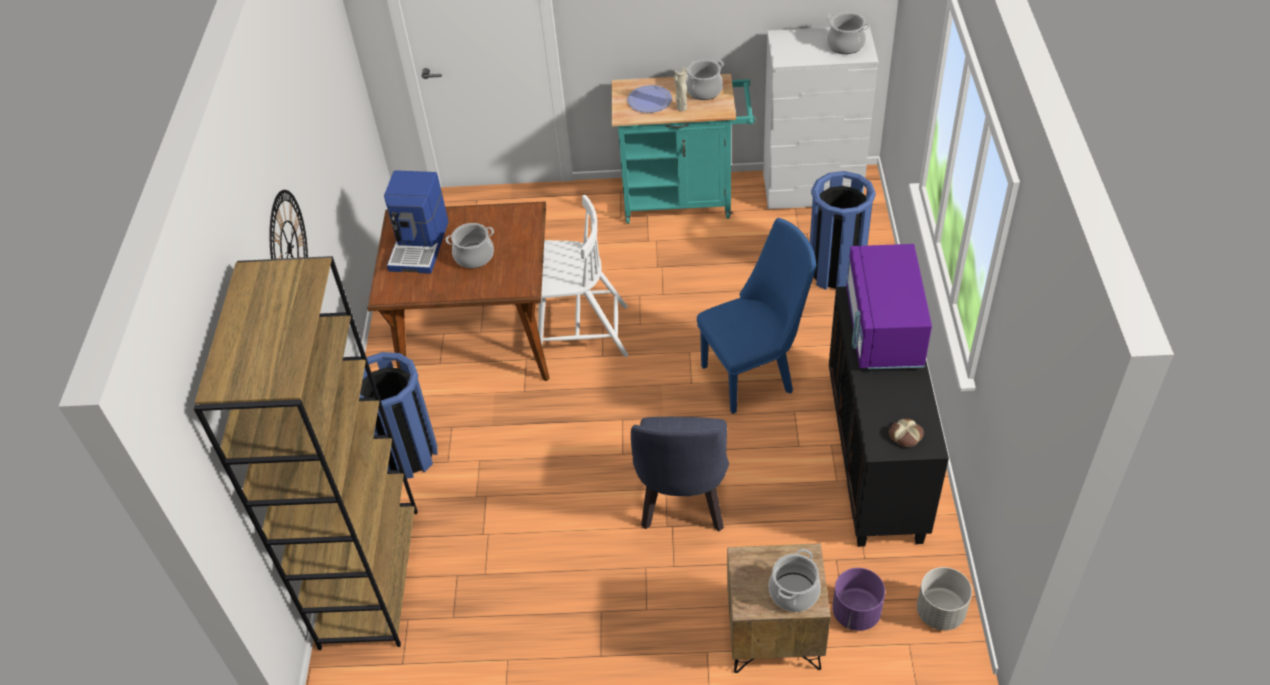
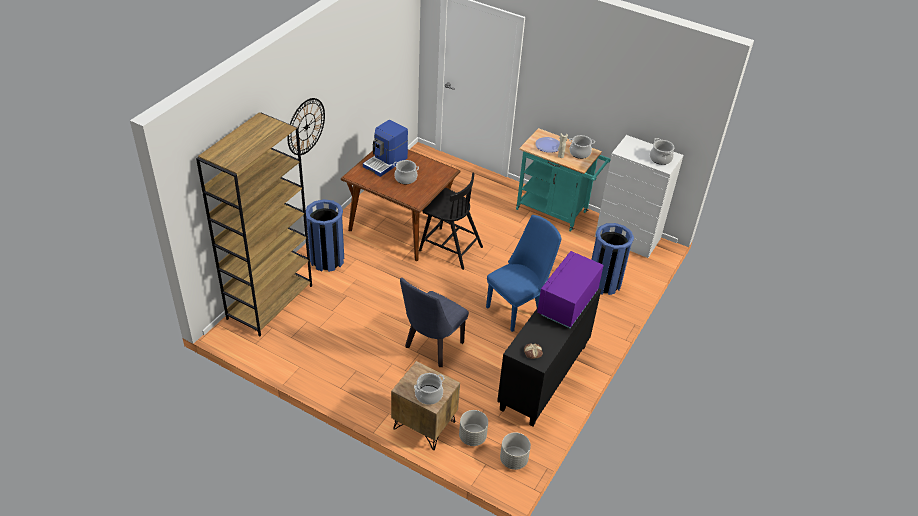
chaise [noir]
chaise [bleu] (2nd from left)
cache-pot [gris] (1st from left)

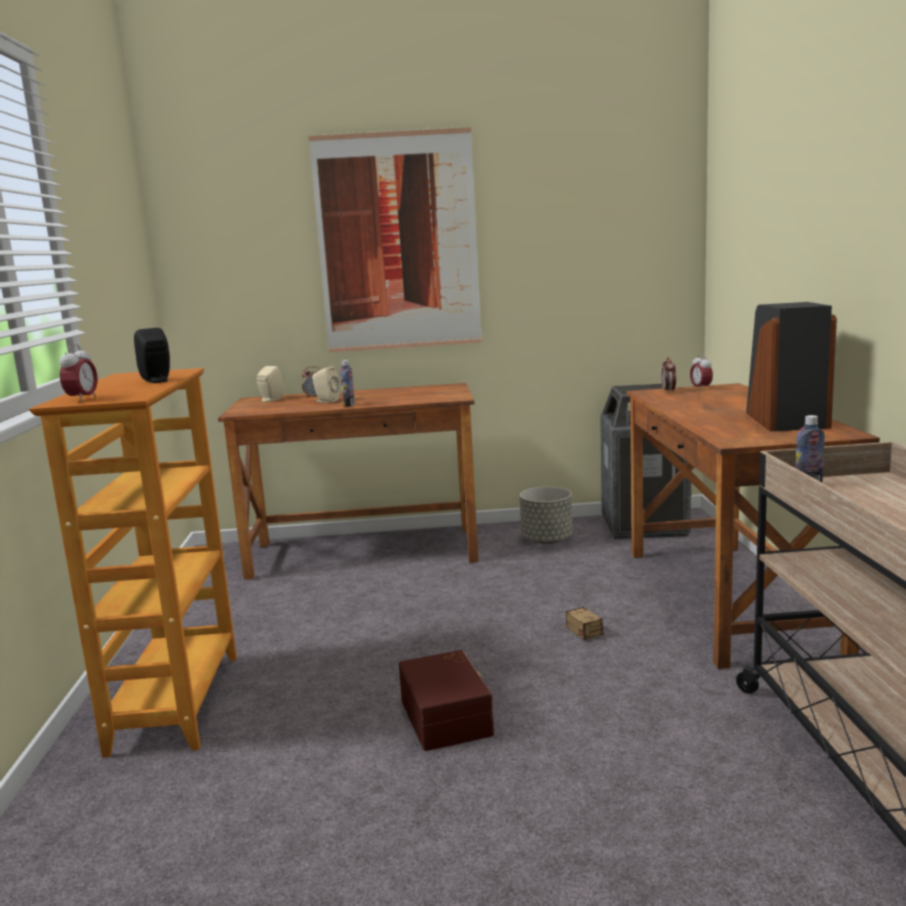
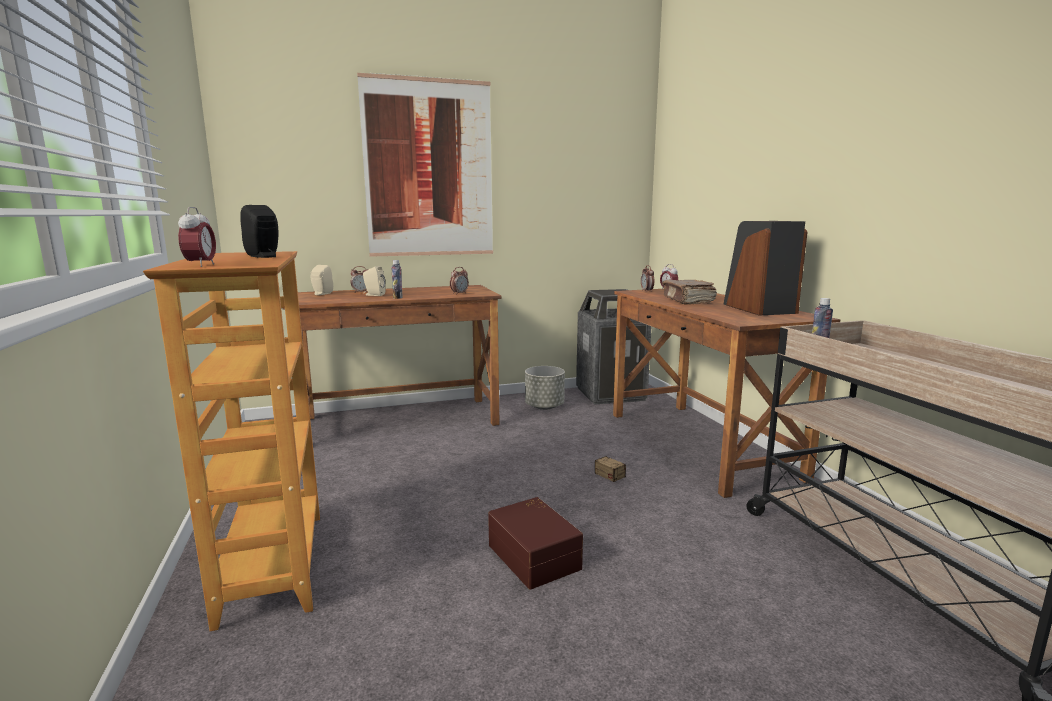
réveil (3rd from left)
livre [marron]

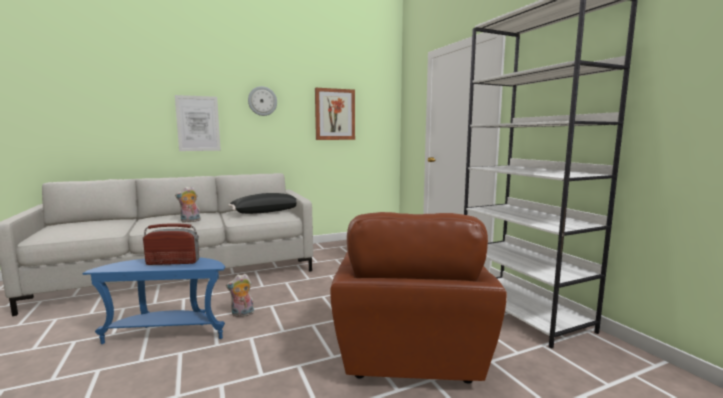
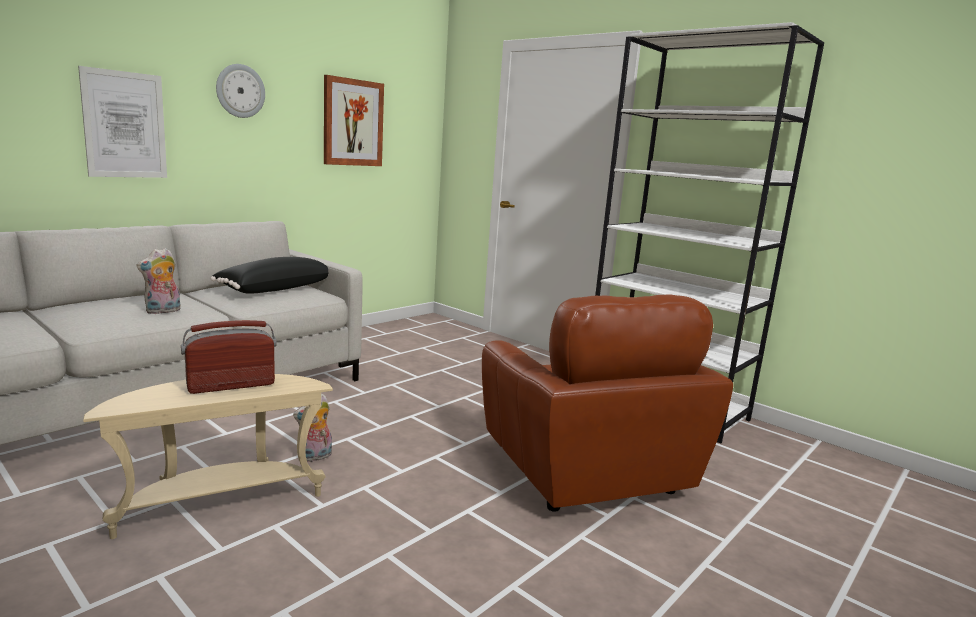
table d'appoint [beige]

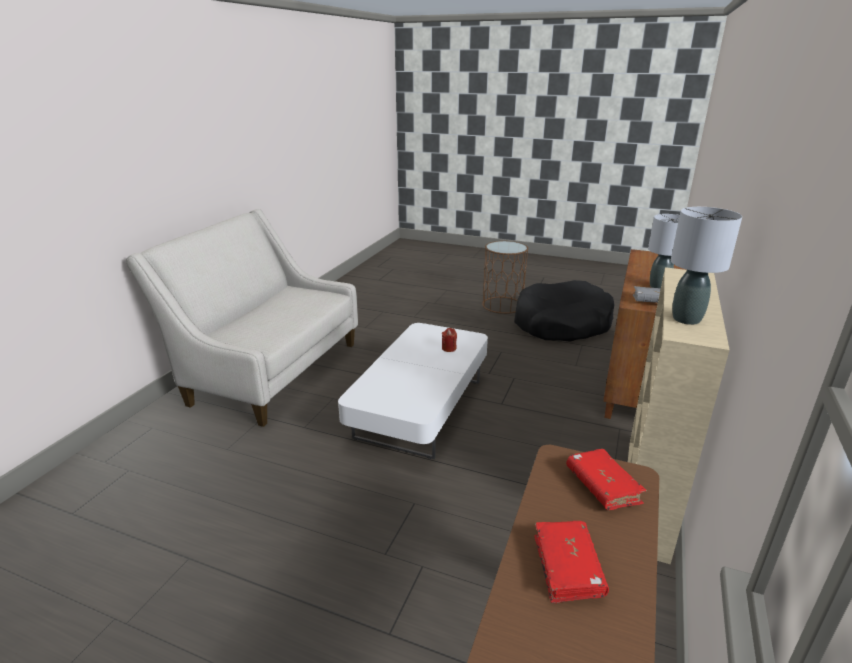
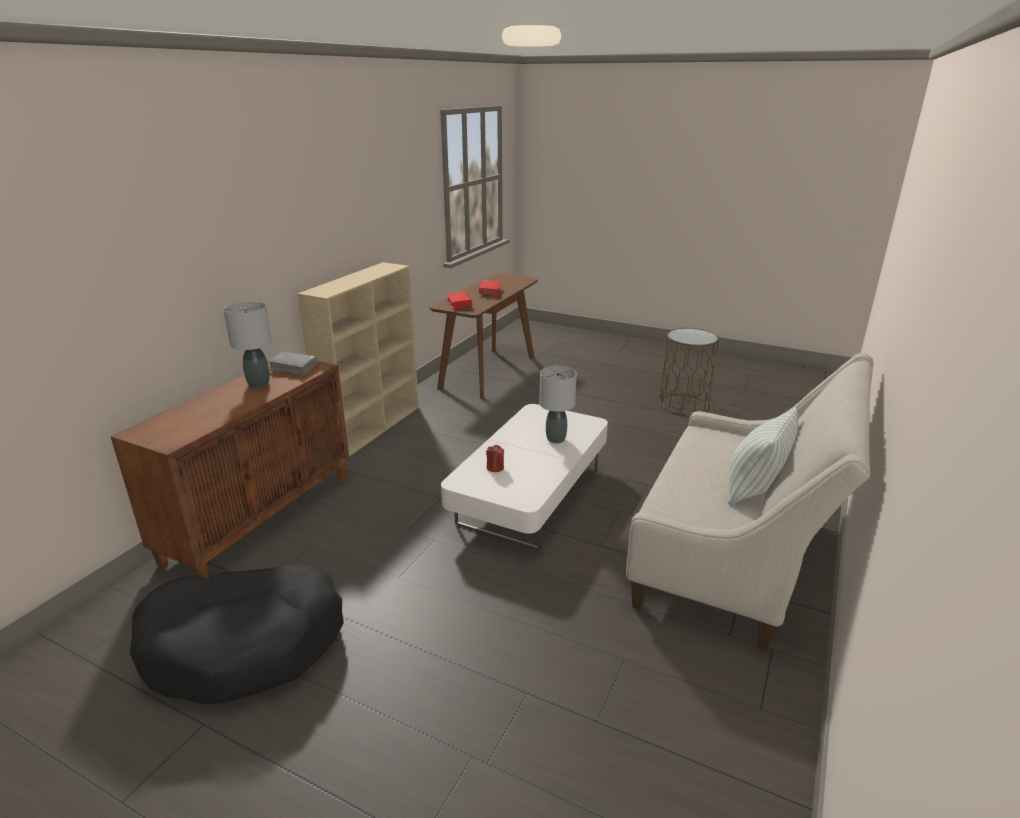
table d'appoint [marron]
lampe de table [gris] (2nd from left)
coussin

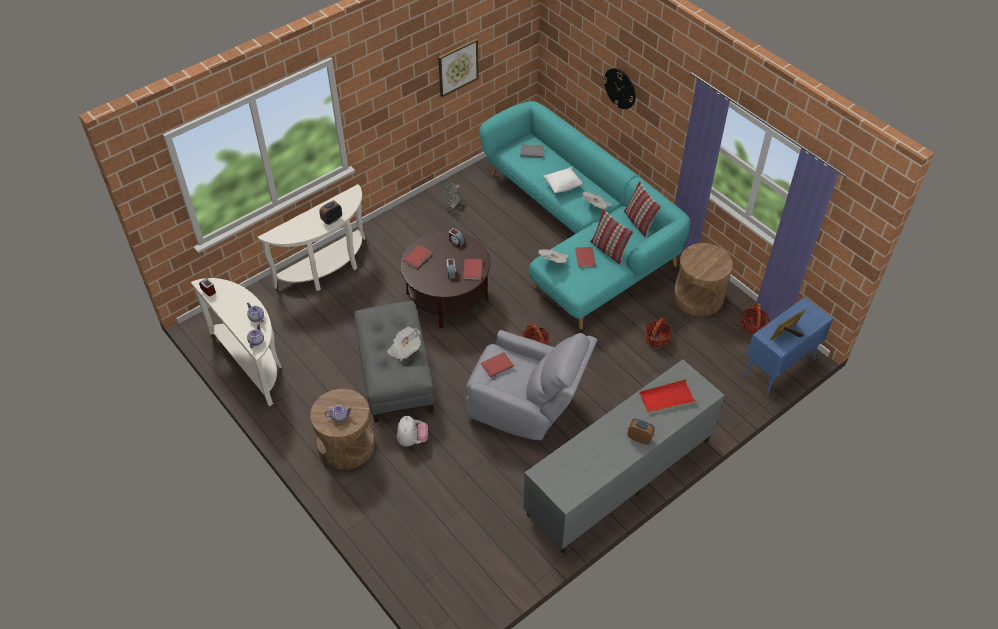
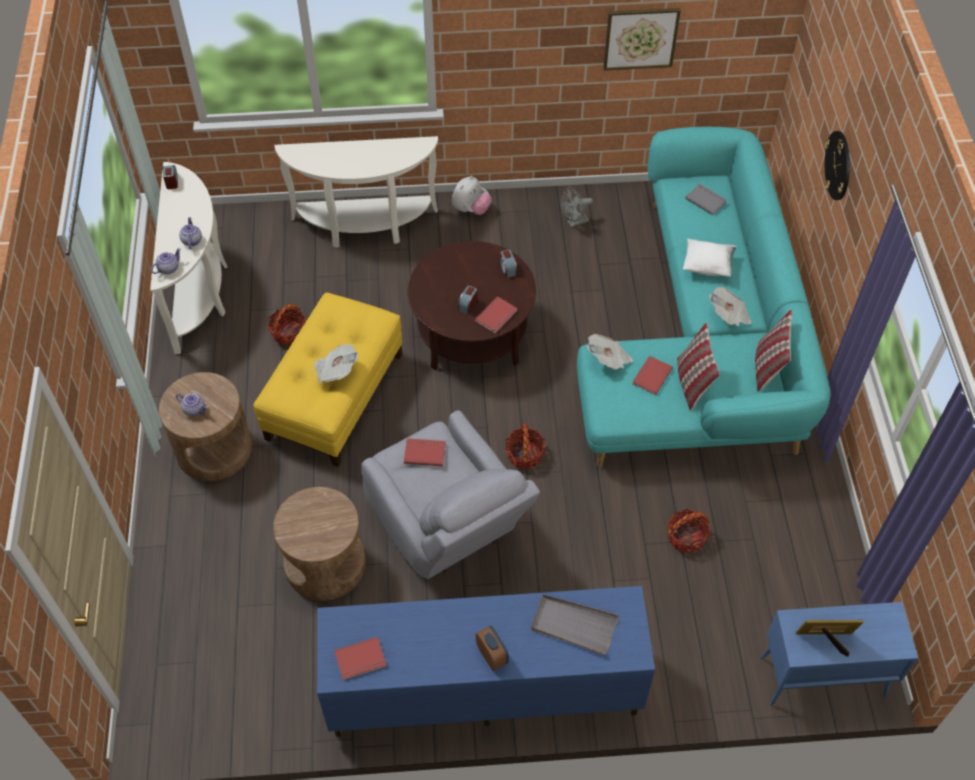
réveil (2nd from left in the first image)
pouf [jaune]
peluche
livre [rouge] (1st from left)
meuble télé [bleu]
plateau [gris]
table d'appoint [marron] (2nd from left)
panier (1st from left)

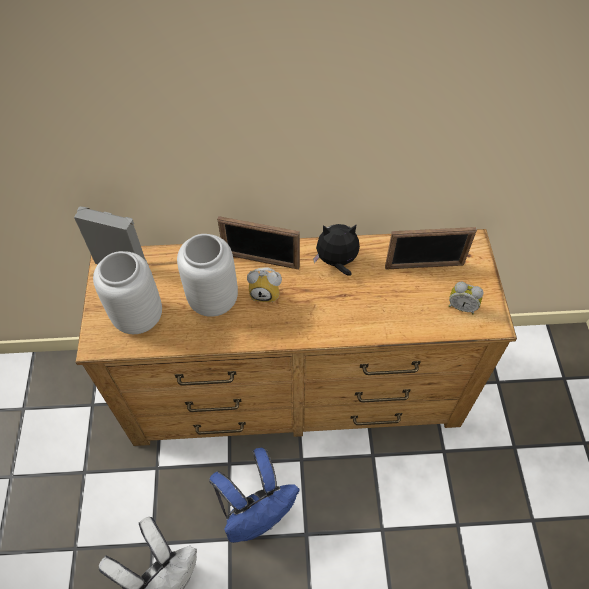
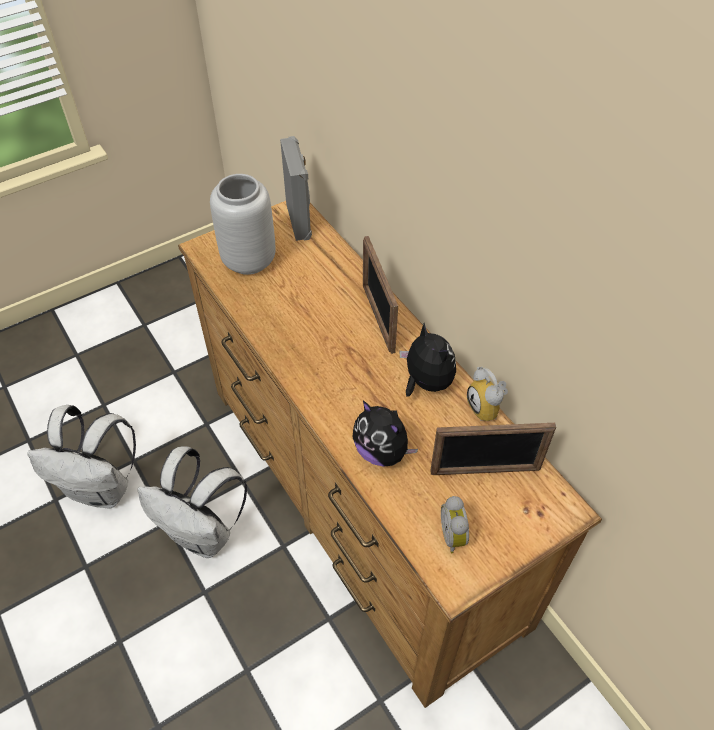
vase [gris] (2nd from left in the first image)
sac à dos [blanc] (2nd from left)
réveil (2nd from left)
cadre photo (2nd from left)
peluche (1st from left)

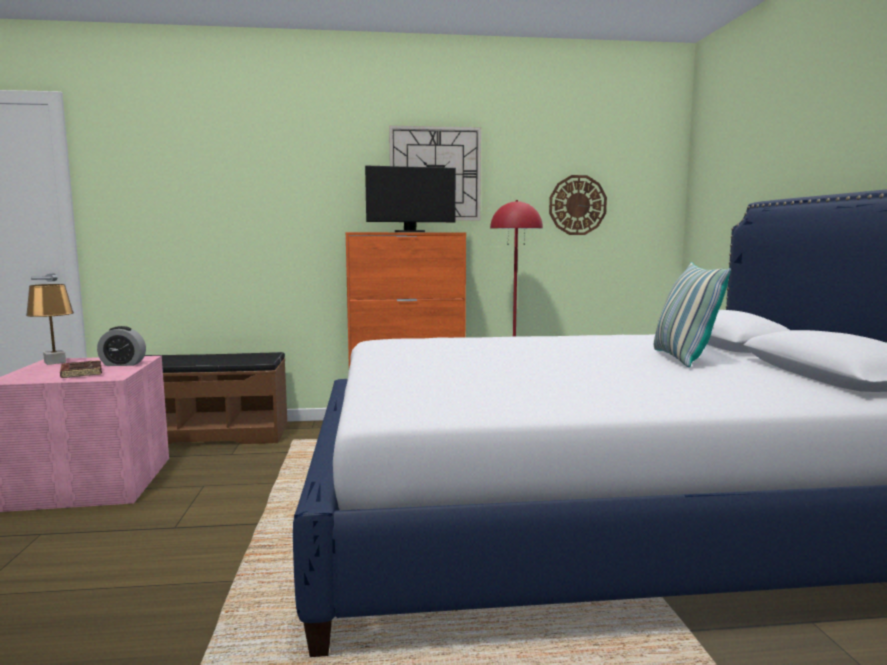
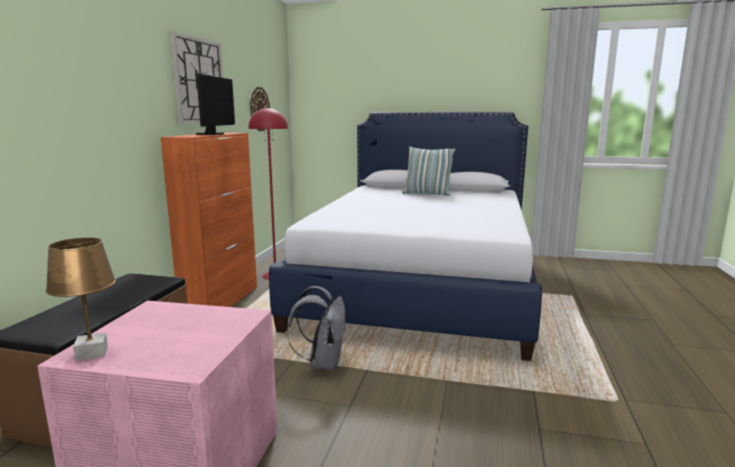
livre [marron]
réveil
sac à dos [gris]

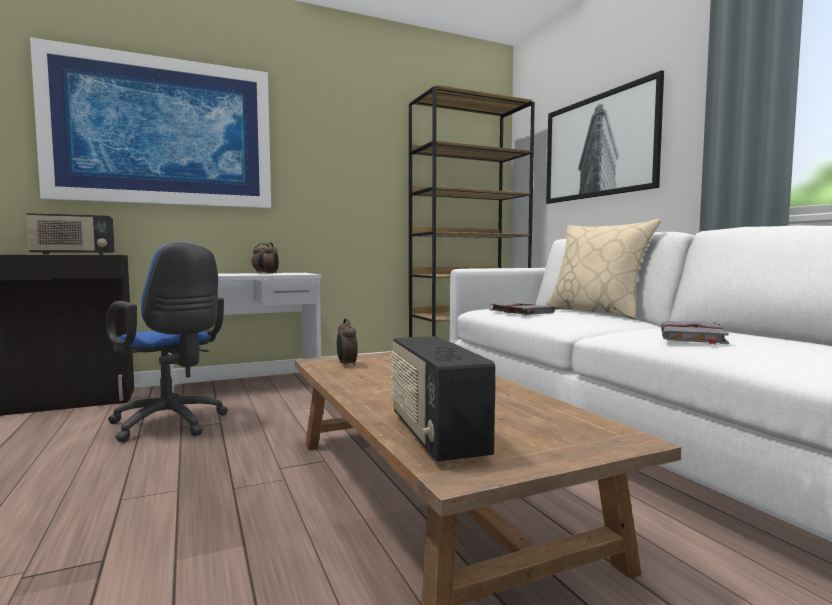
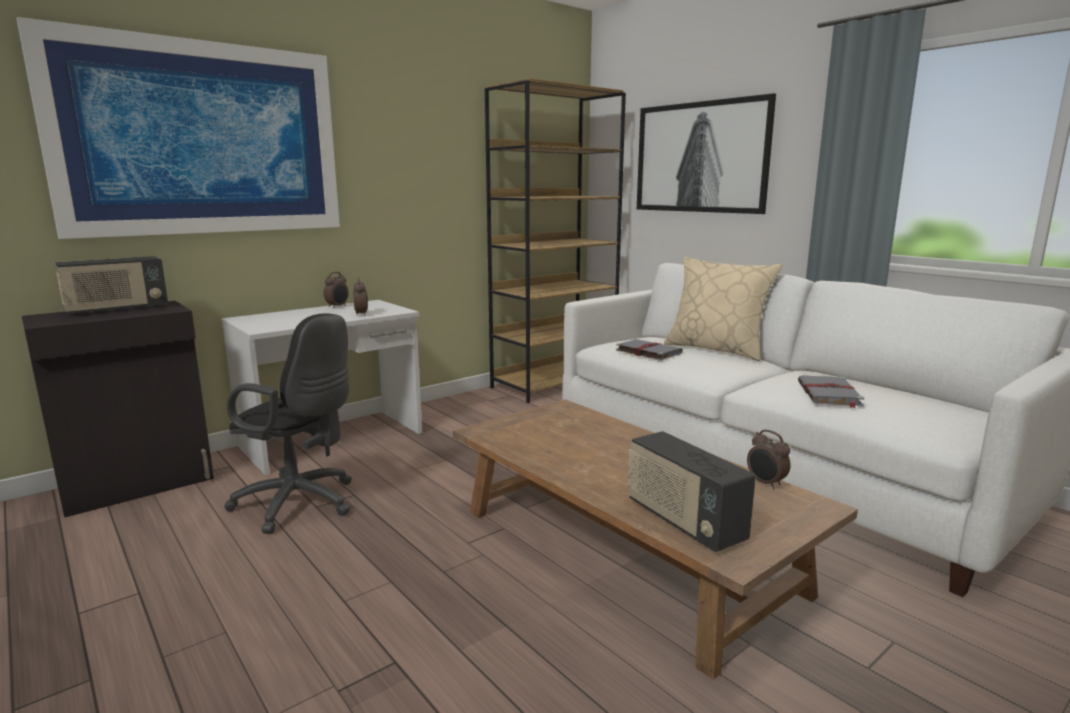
chaise de bureau [noir]
réveil (3rd from left)

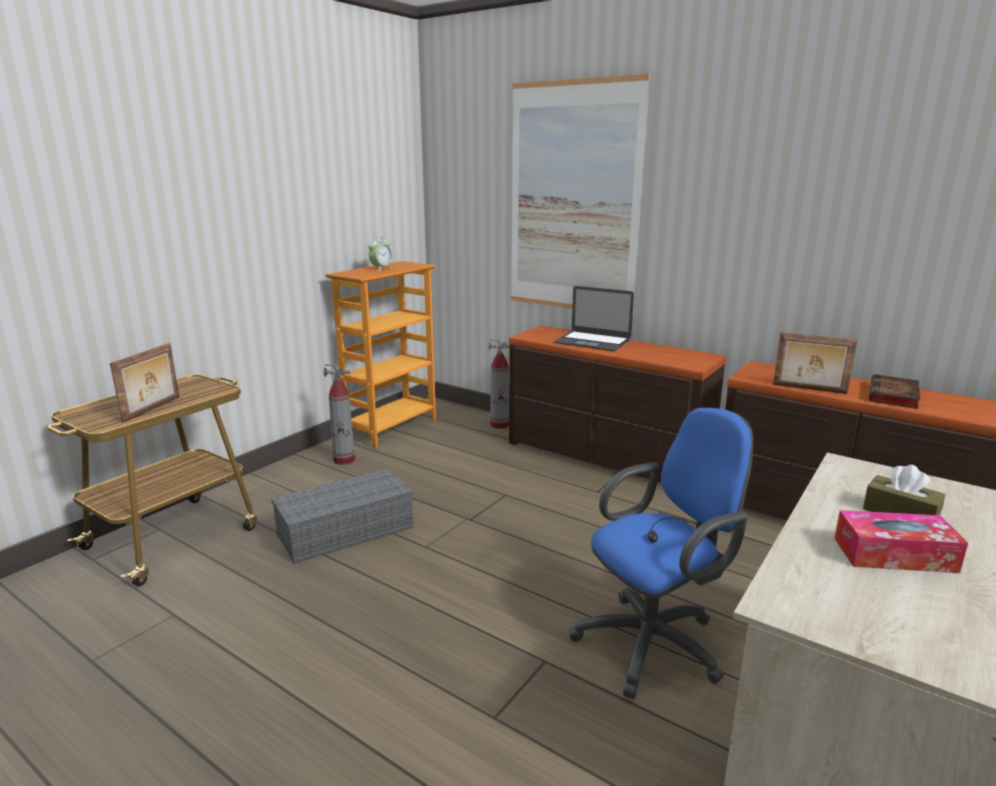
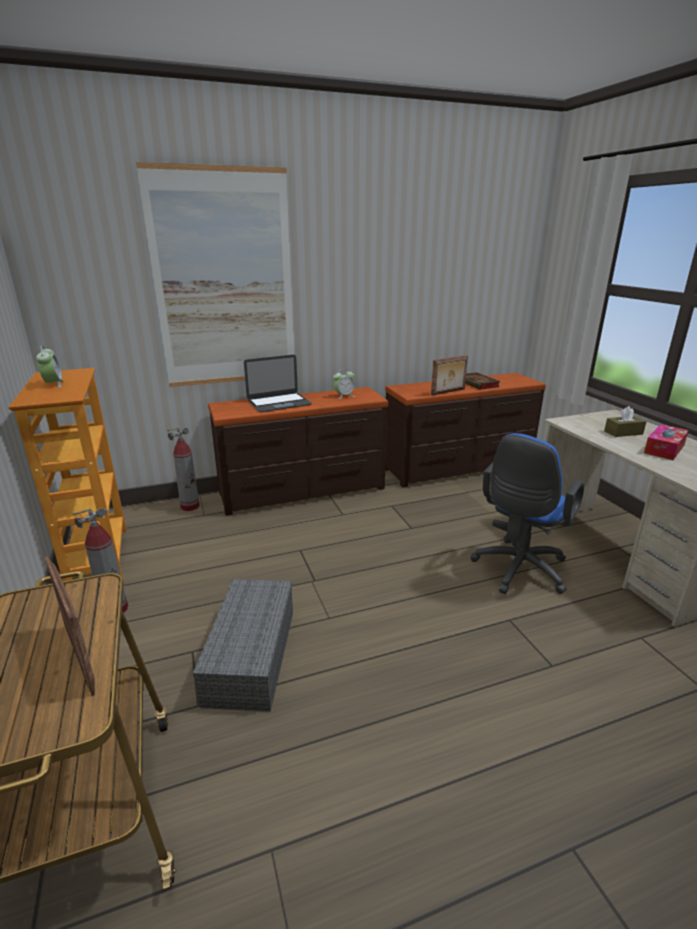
chaise de bureau [bleu]
réveil (2nd from left)

